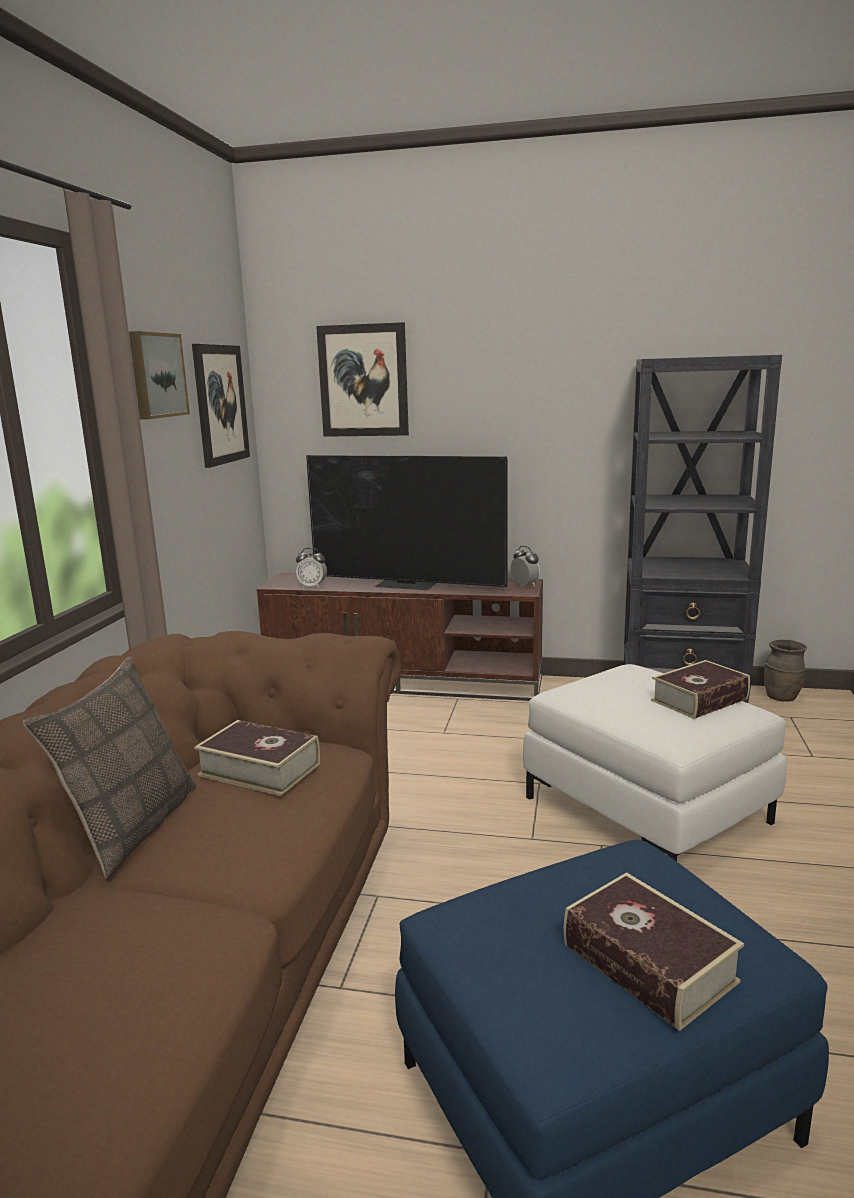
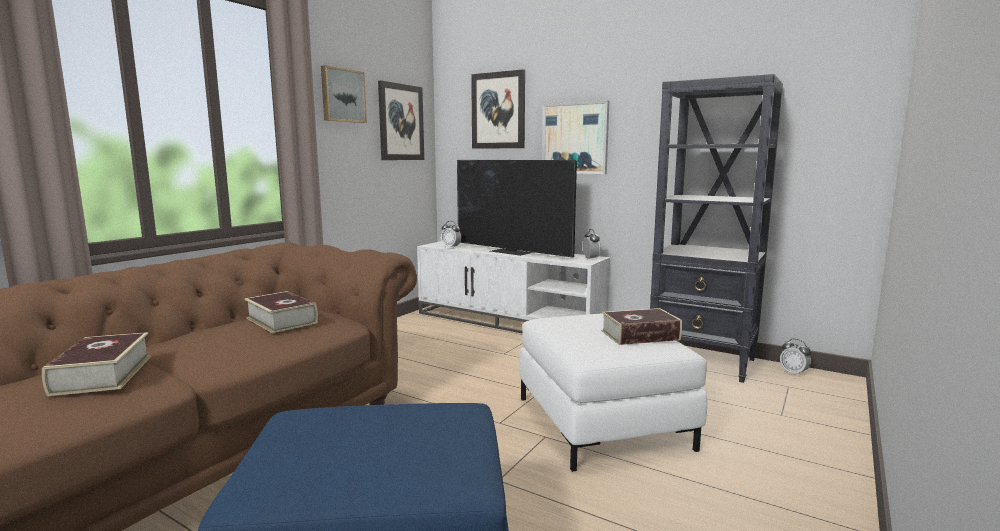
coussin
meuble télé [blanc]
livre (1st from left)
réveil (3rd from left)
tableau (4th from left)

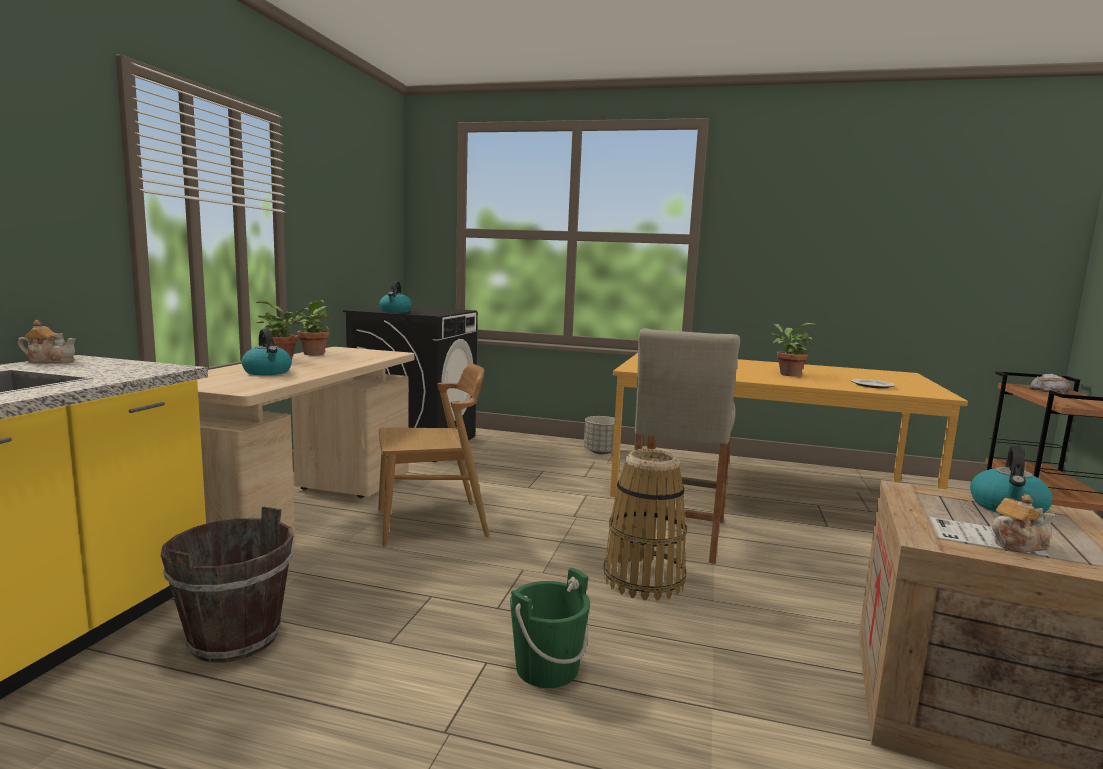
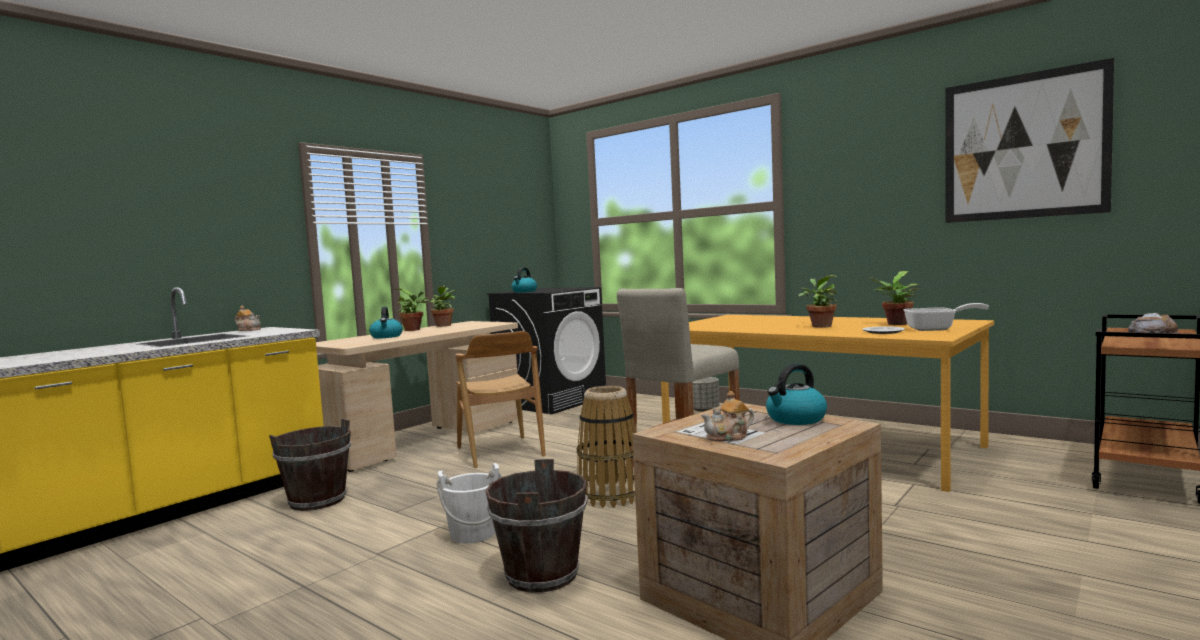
chaise [marron]
seau [blanc]
théière (2nd from left)
seau [marron] (2nd from left)
plante en pot (4th from left)
poêle
tableau

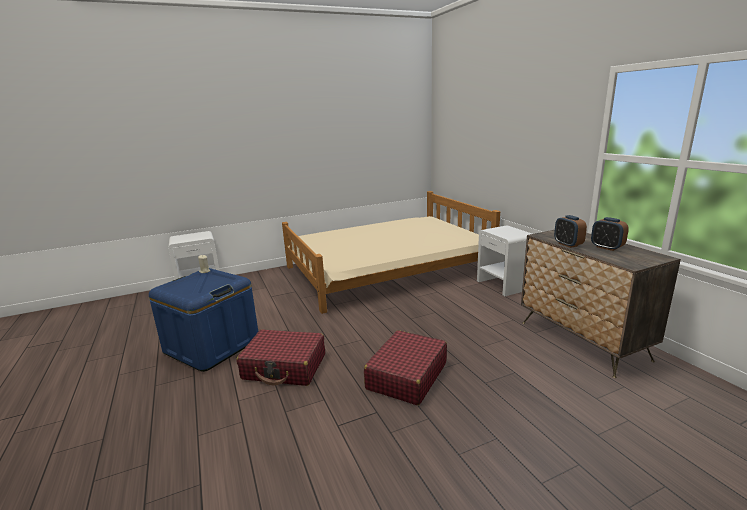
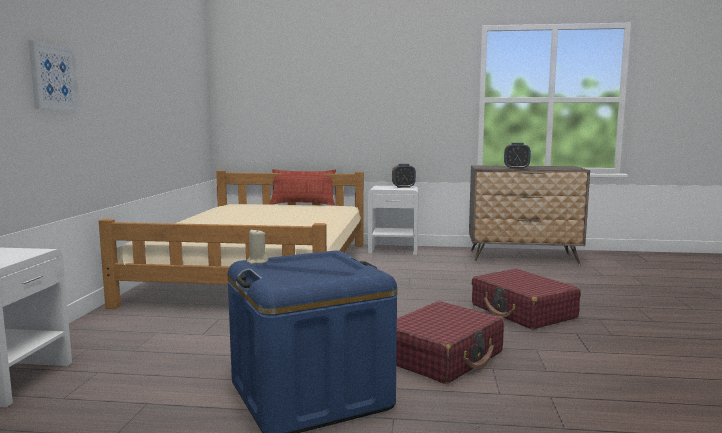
réveil (1st from left)
tableau
coussin

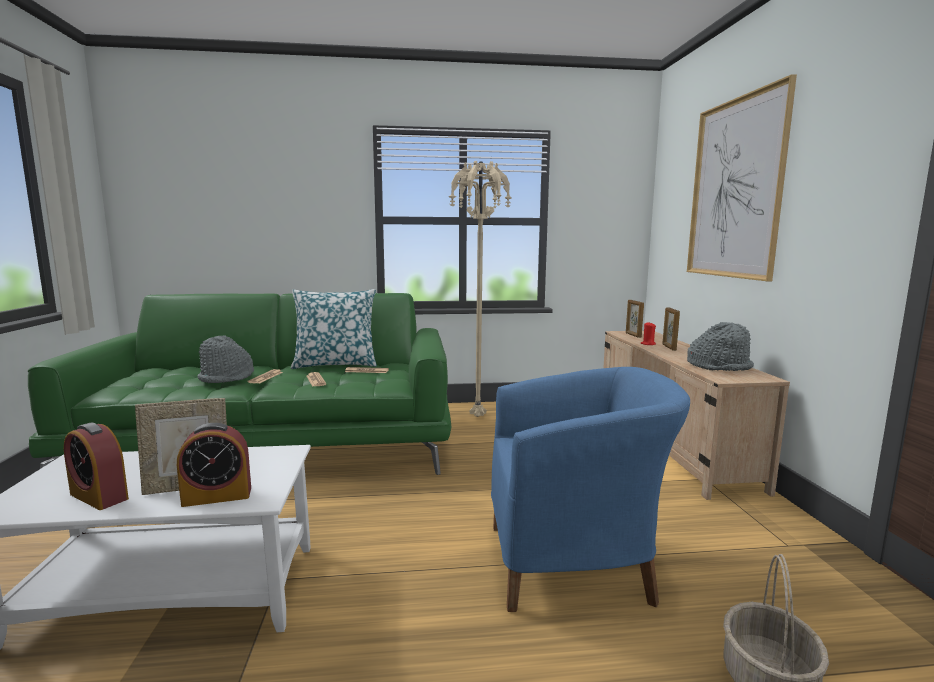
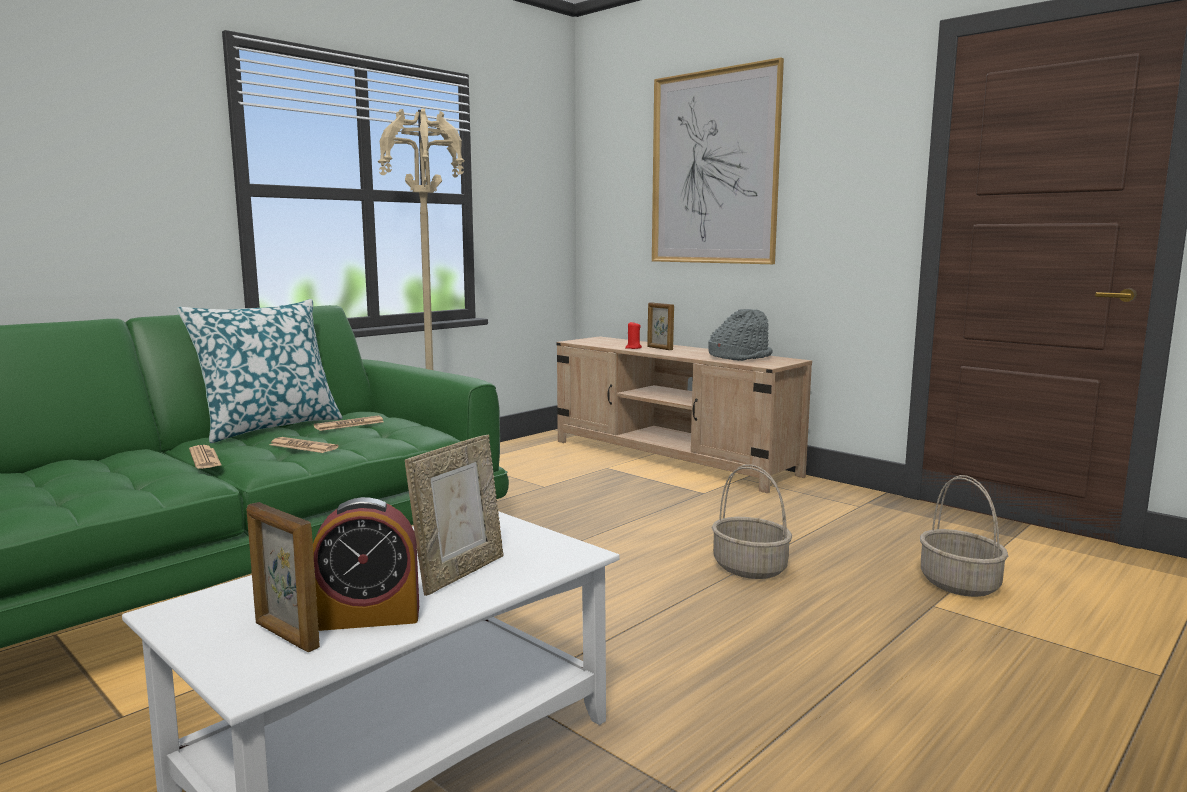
réveil (2nd from left in the first image)
chapeau [gris] (1st from left in the first image)
panier (1st from left)
cadre photo (1st from left)

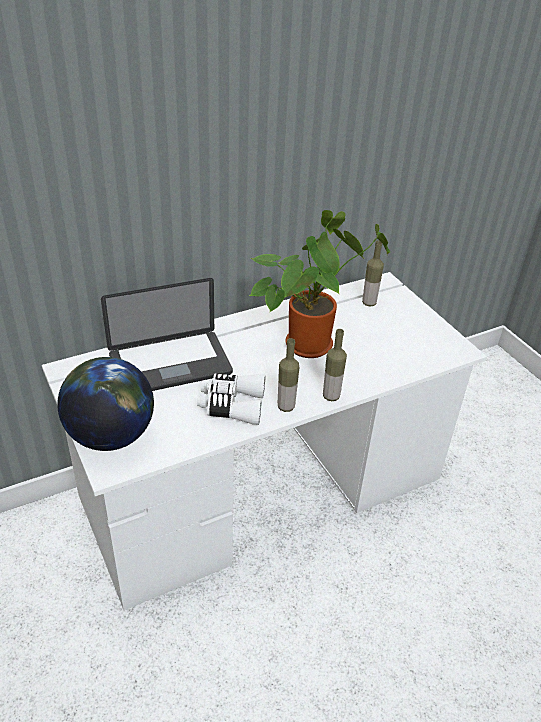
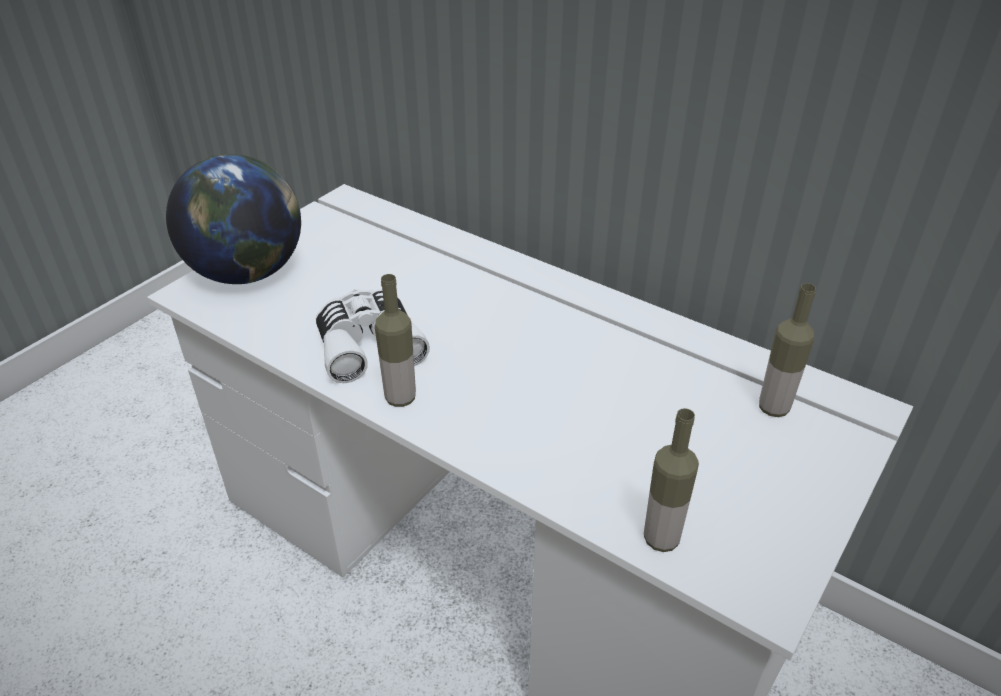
ordinateur portable
plante en pot
bouteille (2nd from left)

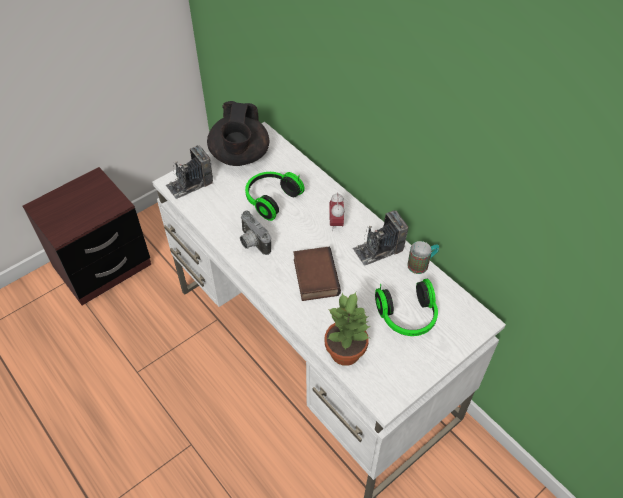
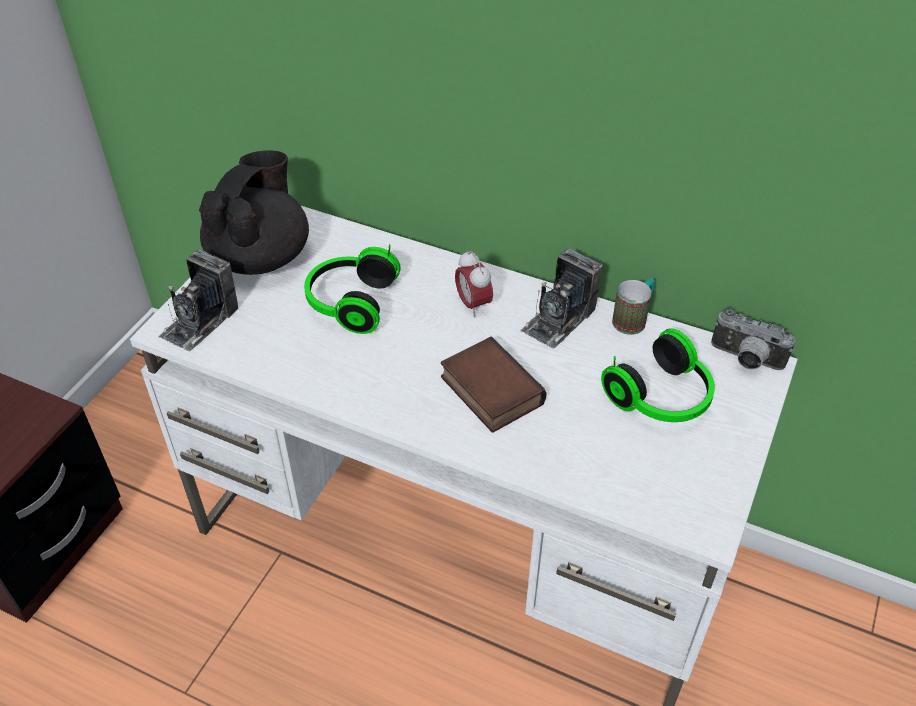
théière [noir]
appareil photo (3rd from left)
plante en pot

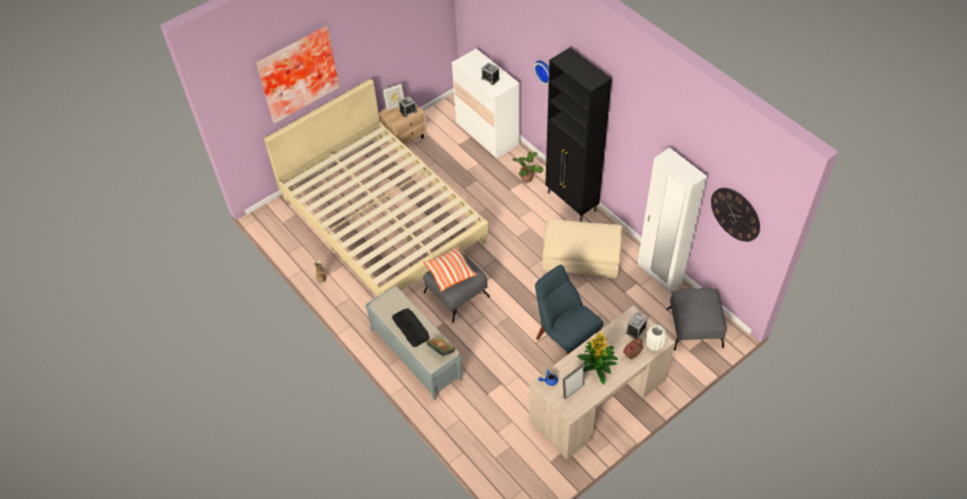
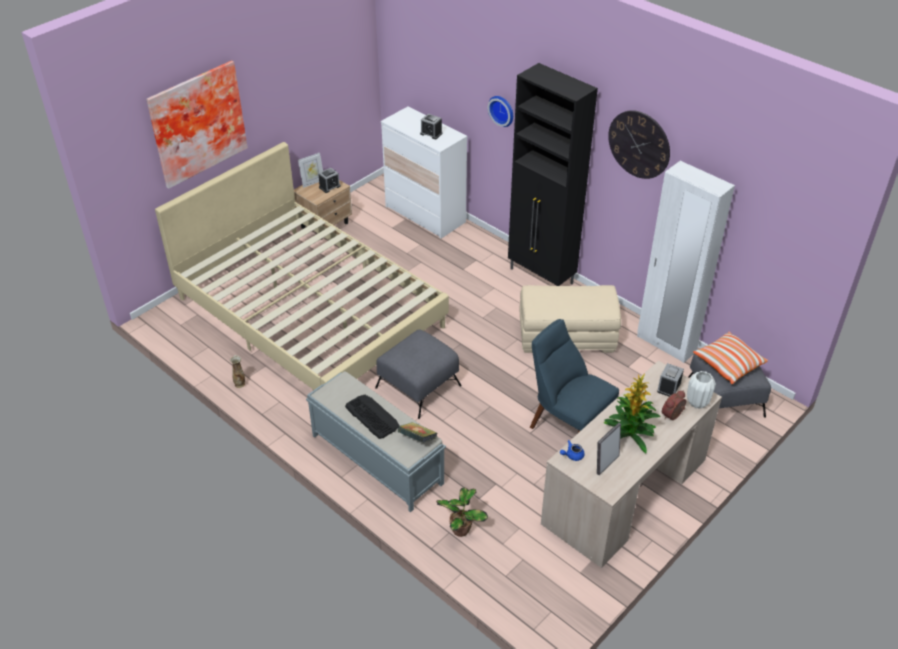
coussin
plante en pot (1st from left)
horloge murale (2nd from left)

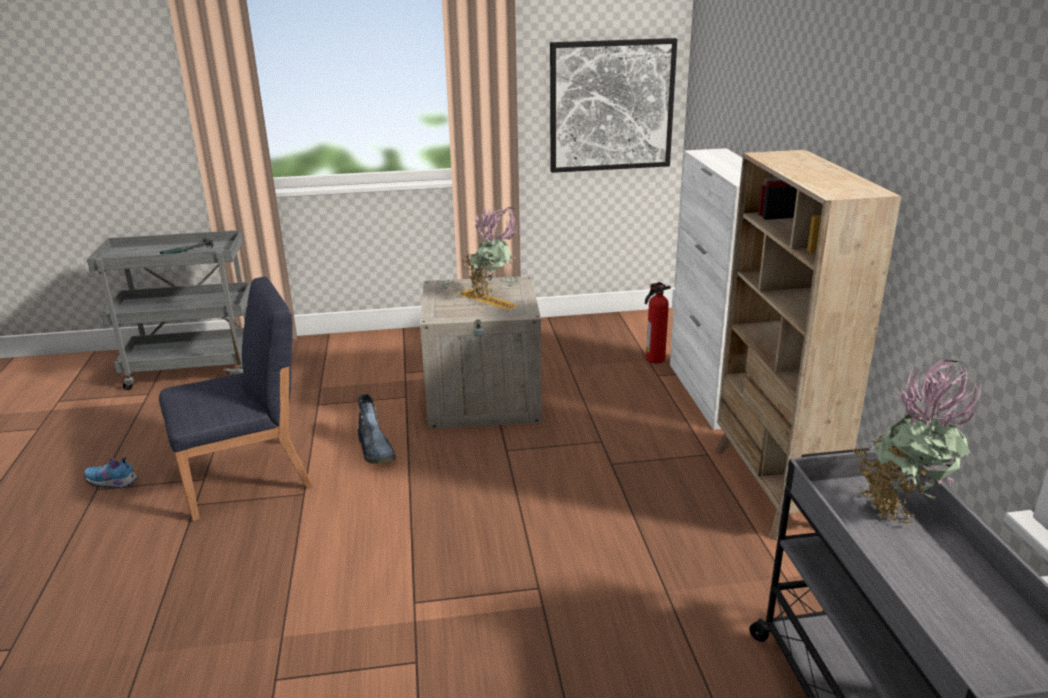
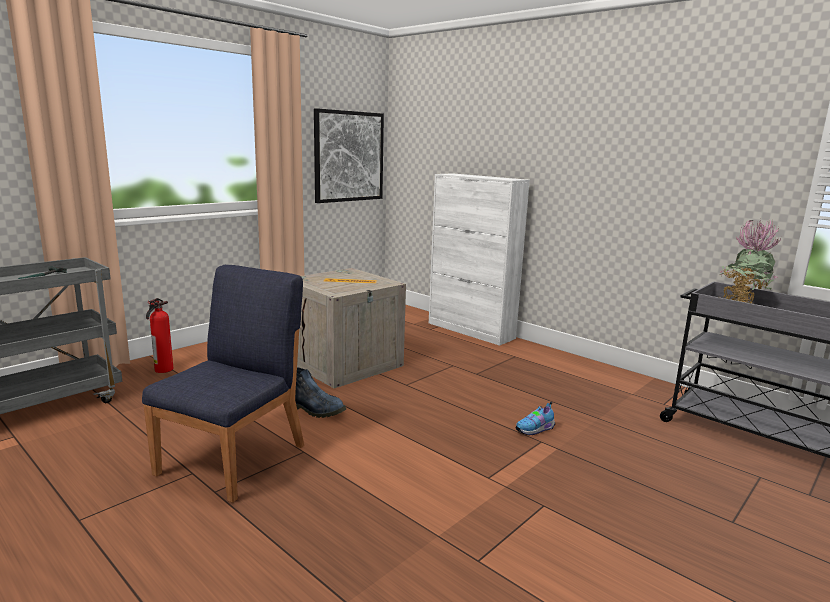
chaussure
plante en pot (1st from left in the first image)
extincteur
bibliothèque [beige]

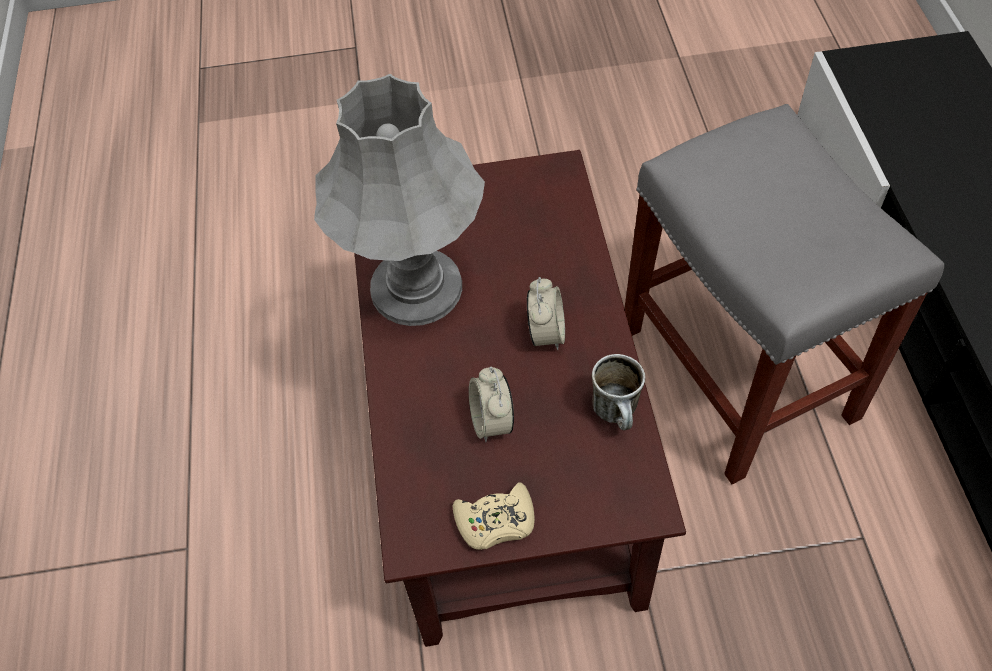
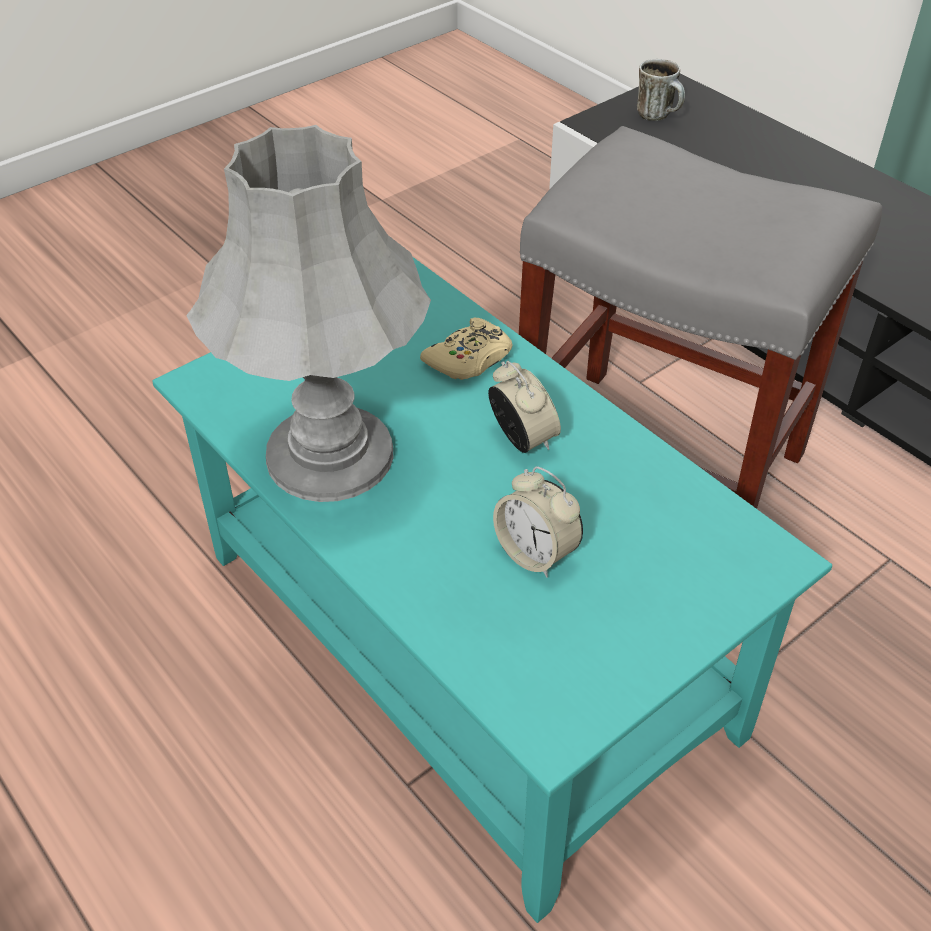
table basse [turquoise]
manette [beige]
mug

